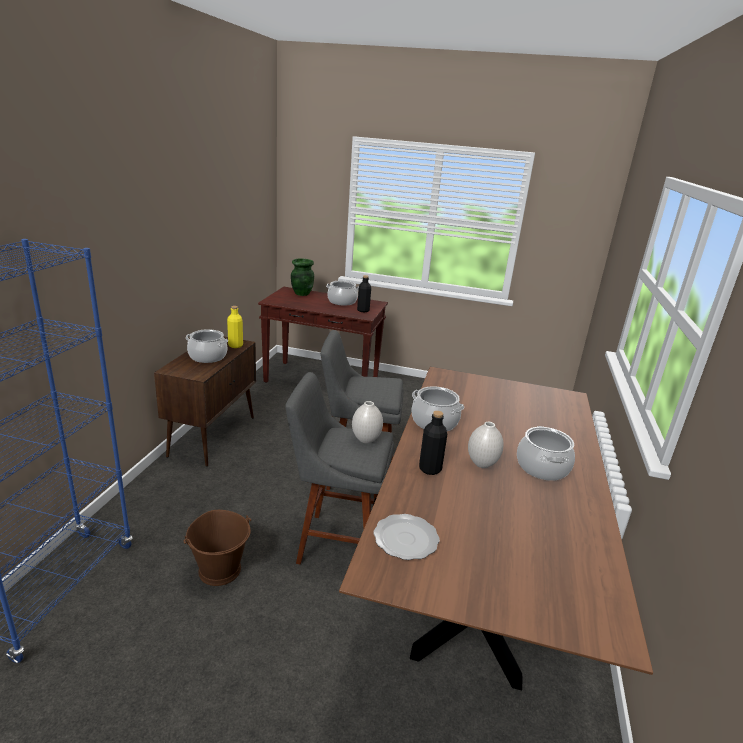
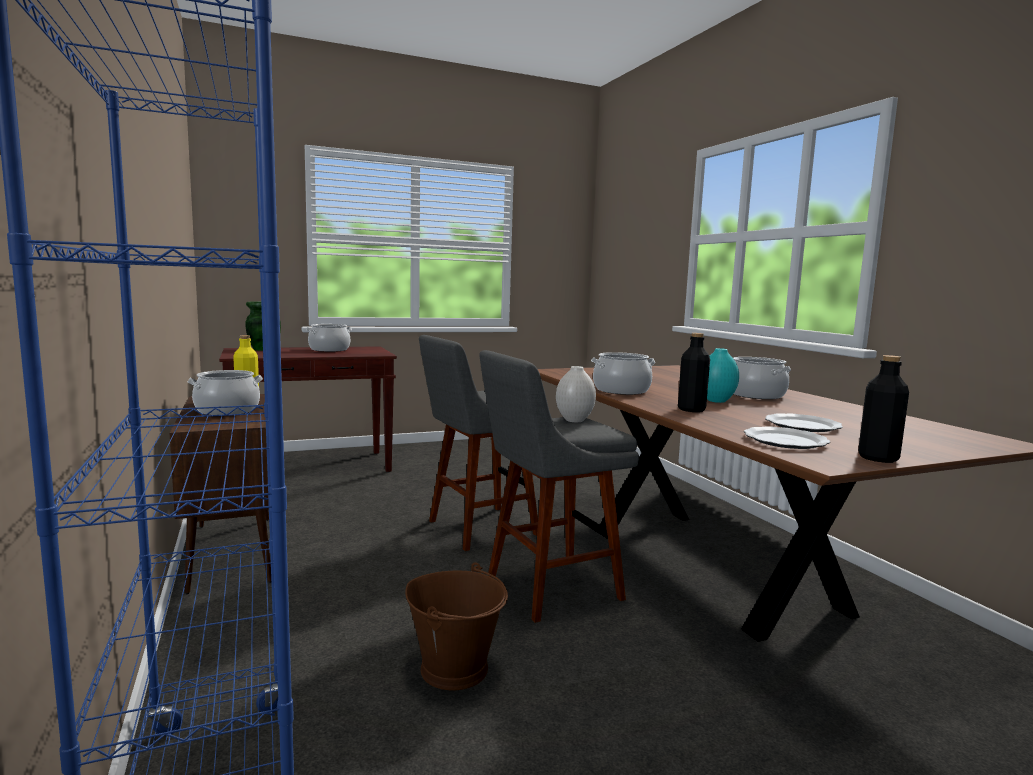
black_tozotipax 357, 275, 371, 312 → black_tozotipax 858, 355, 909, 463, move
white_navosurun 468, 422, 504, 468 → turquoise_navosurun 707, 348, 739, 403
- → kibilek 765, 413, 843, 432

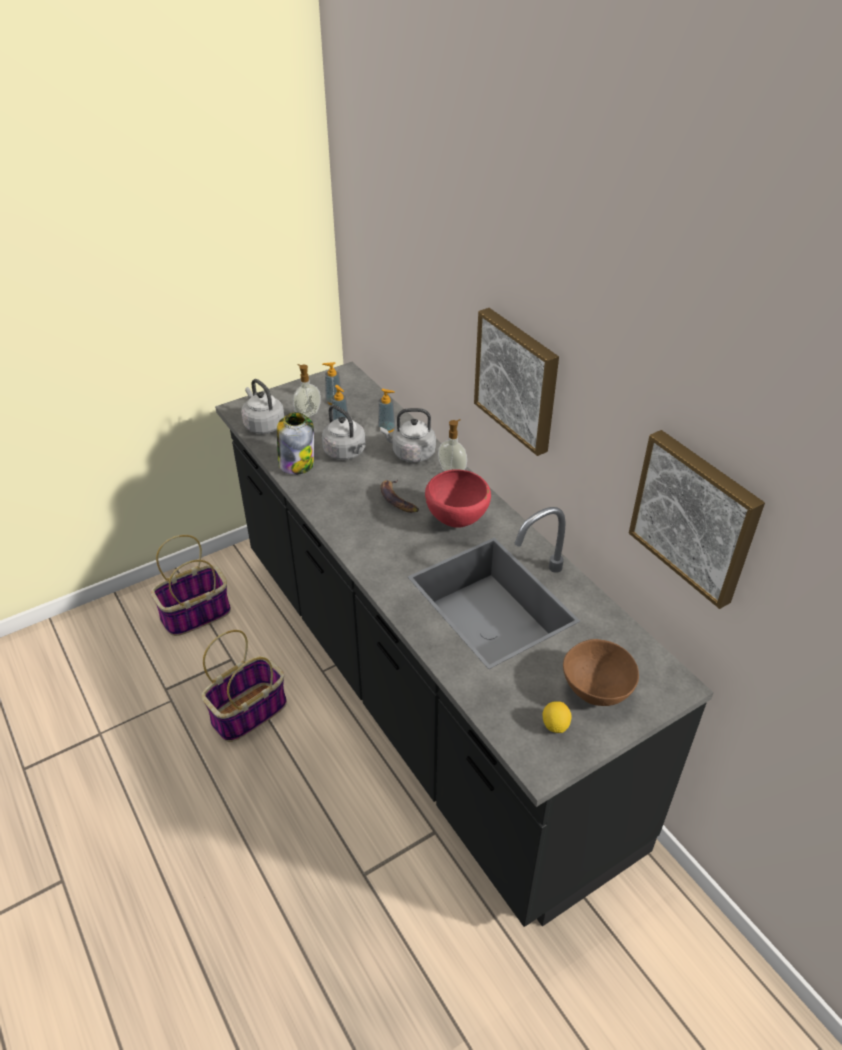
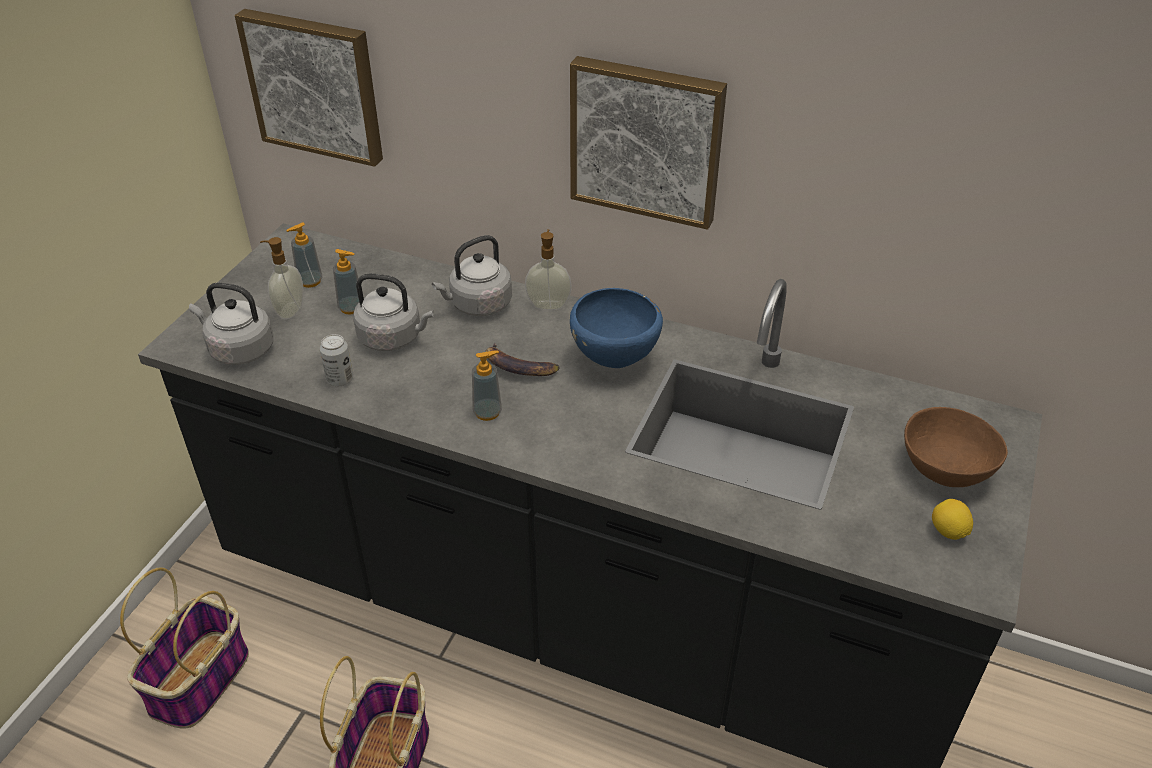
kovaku 378, 389, 396, 433 → kovaku 472, 351, 502, 421, move
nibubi 277, 412, 314, 475 → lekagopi 320, 334, 353, 386
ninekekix 629, 430, 765, 609 → ninekekix 235, 9, 383, 167, move
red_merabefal 425, 469, 491, 528 → blue_merabefal 570, 288, 663, 368

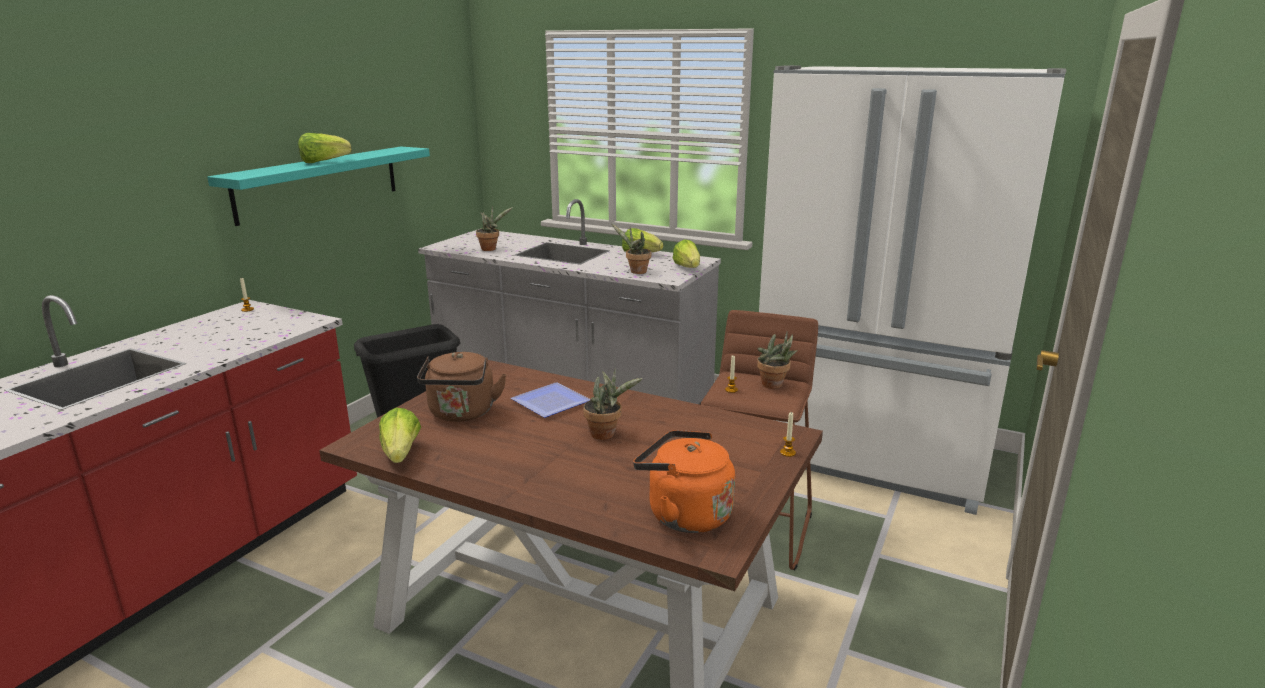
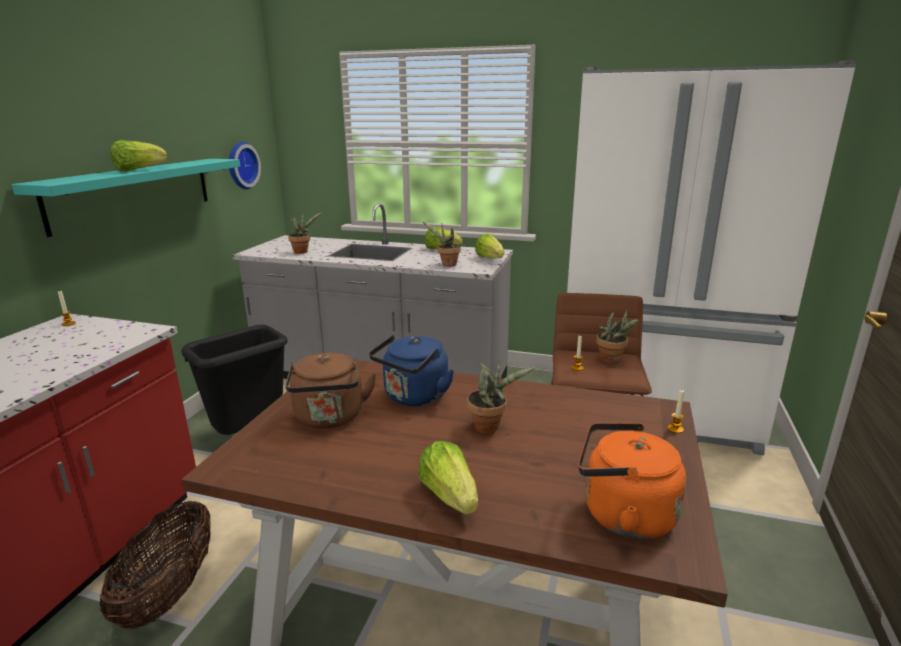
kibilek 511, 382, 591, 418 → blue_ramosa 369, 335, 454, 406
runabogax 379, 408, 421, 463 → runabogax 418, 441, 478, 514, move
- → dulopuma 229, 142, 261, 189
- → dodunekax 100, 501, 211, 629

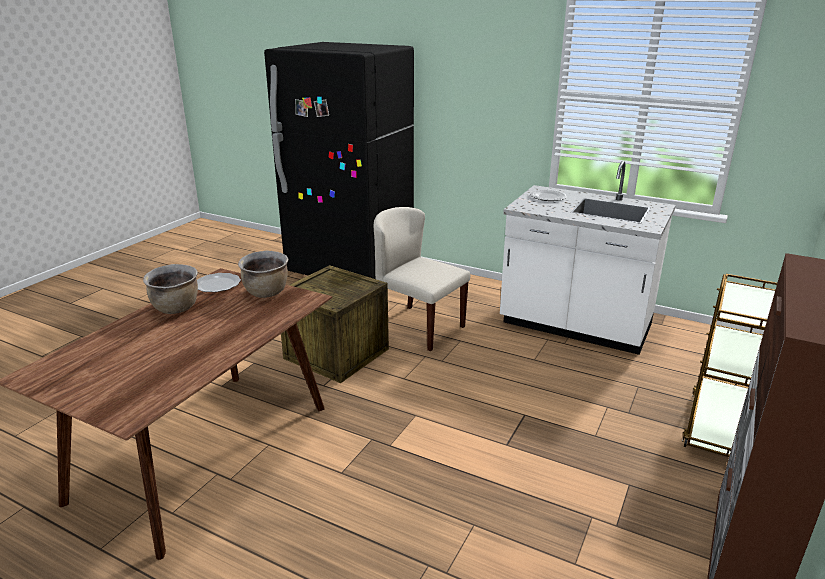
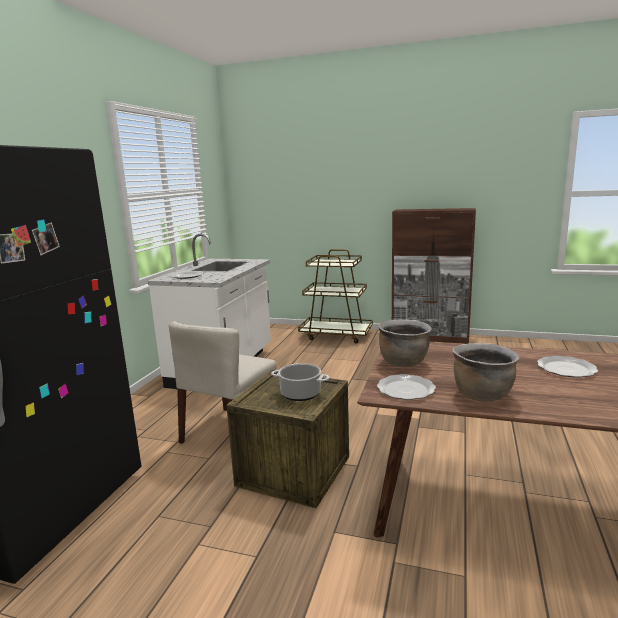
- → kibilek 537, 356, 598, 377
- → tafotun 271, 363, 330, 401

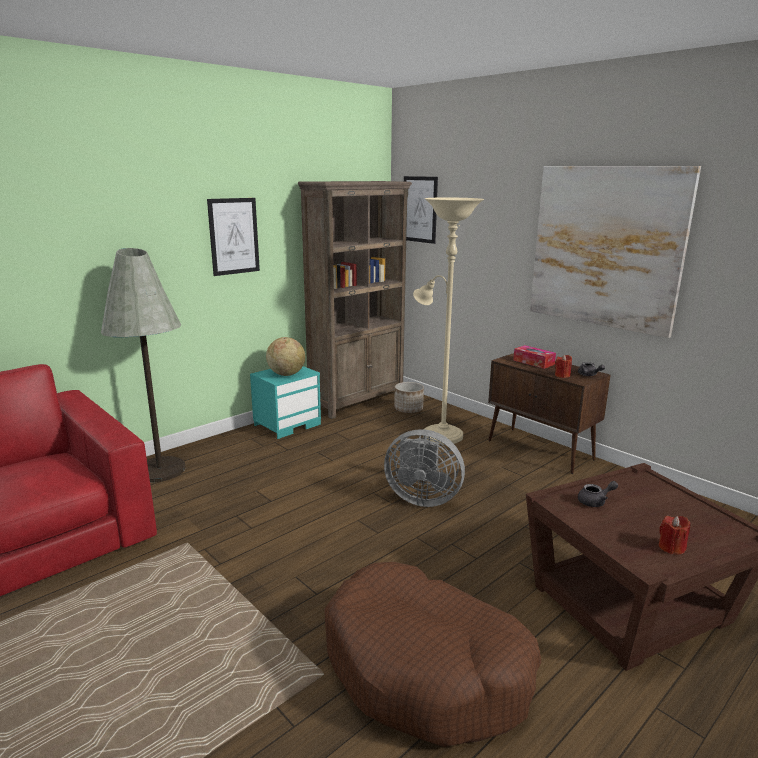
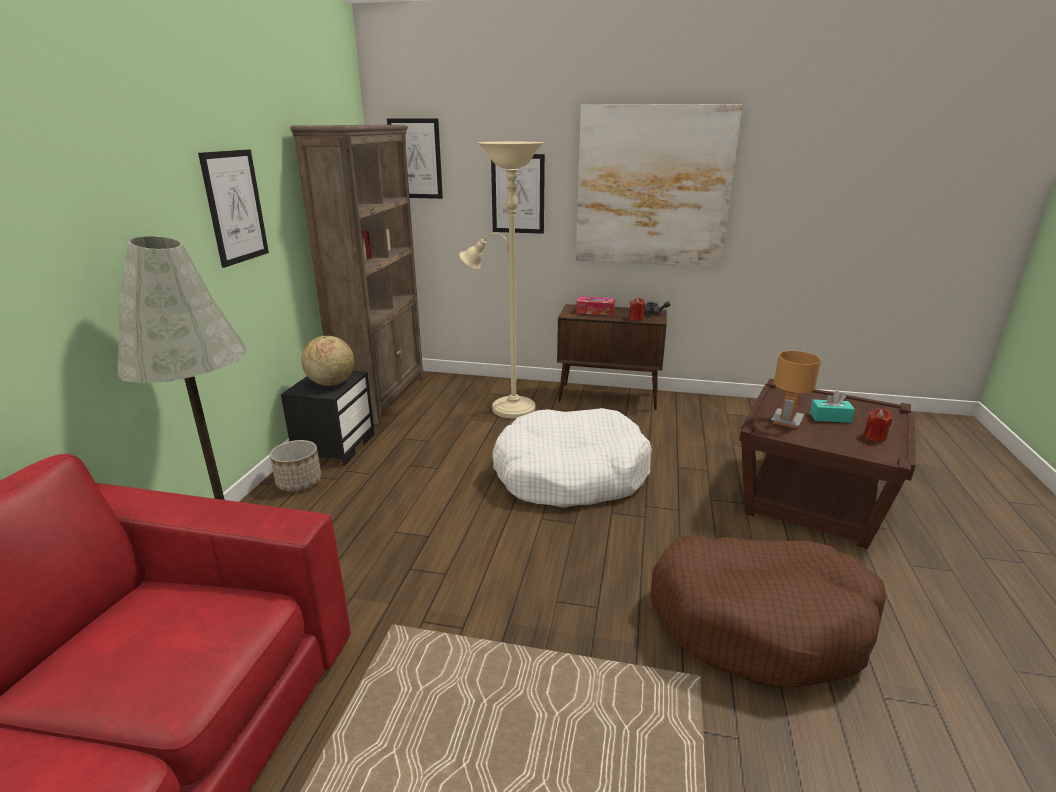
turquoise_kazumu 250, 366, 321, 439 → black_kazumu 281, 371, 374, 466
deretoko 394, 382, 424, 413 → deretoko 270, 440, 321, 492, move
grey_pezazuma 384, 429, 465, 507 → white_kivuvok 492, 408, 652, 508
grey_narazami 578, 481, 618, 507 → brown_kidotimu 771, 351, 821, 428
- → ninekekix 491, 154, 545, 234
- → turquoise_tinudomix 810, 391, 855, 423

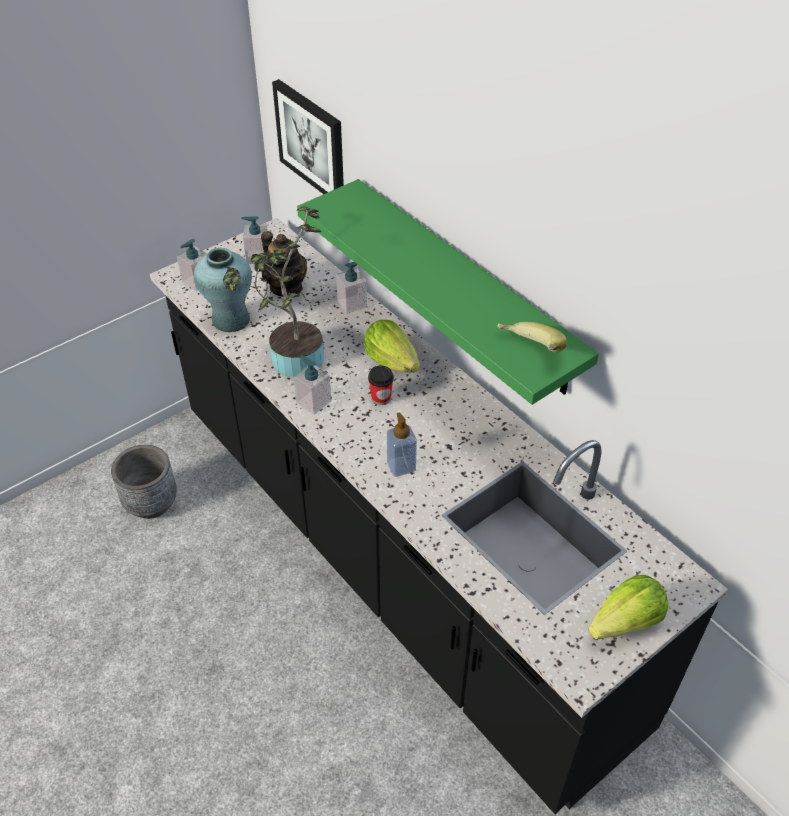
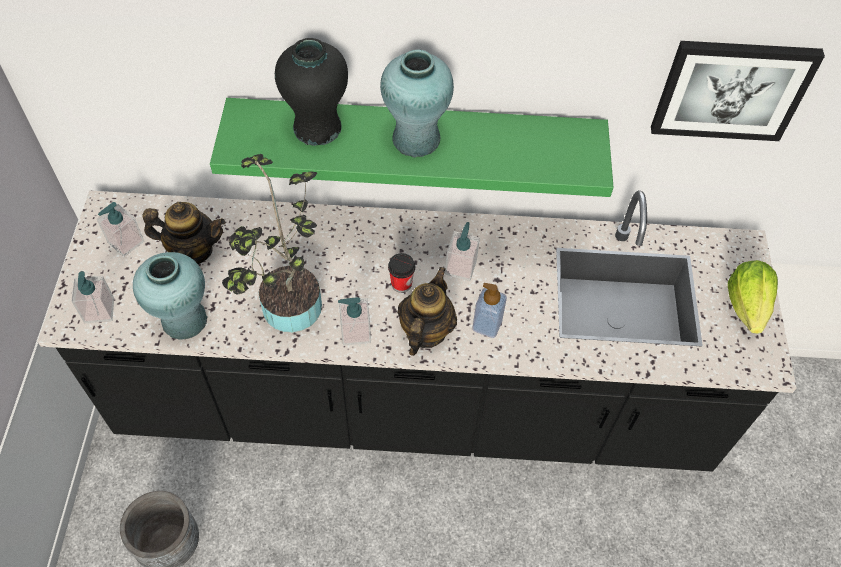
ninekekix 272, 79, 344, 194 → ninekekix 651, 41, 825, 141, move
kovaku 336, 262, 367, 314 → kovaku 445, 222, 480, 281, move
runabogax 364, 320, 420, 373 → -
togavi 497, 322, 567, 352 → -
- → black_navosurun 275, 38, 348, 146
- → turquoise_navosurun 380, 49, 454, 158
- → narazami 397, 267, 457, 356

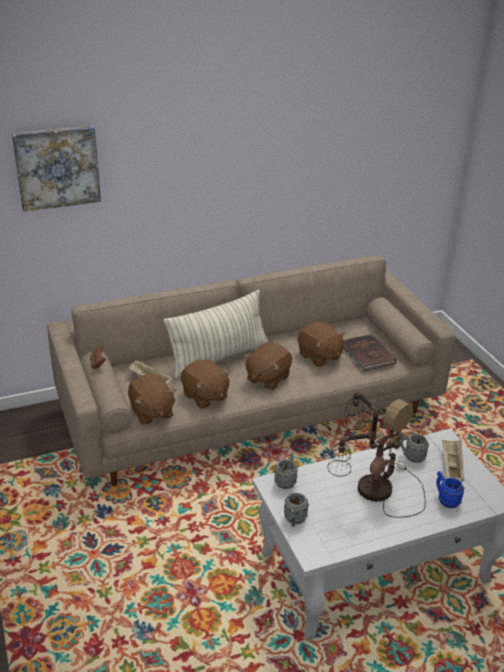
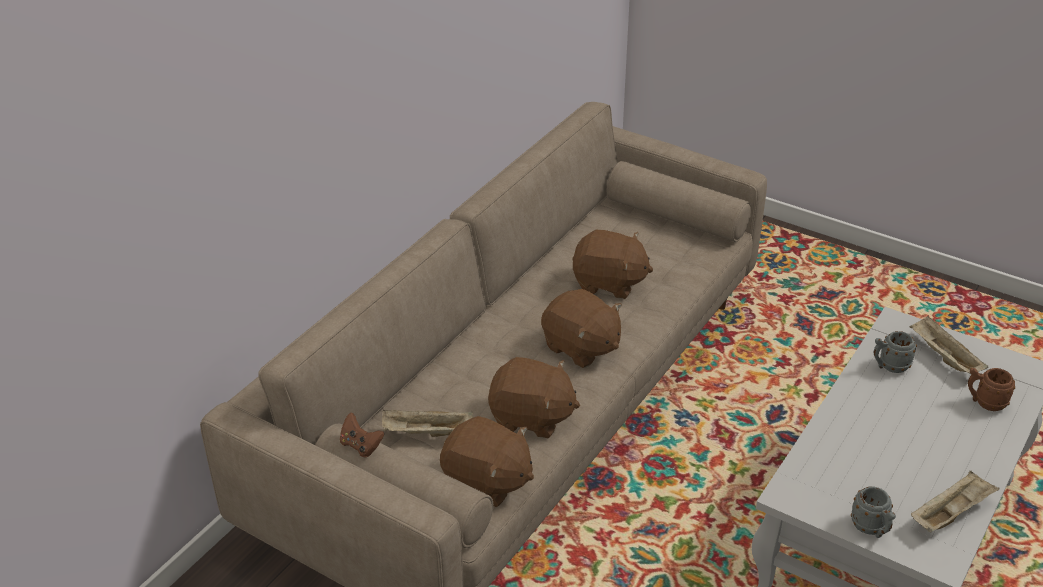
ninekekix 12, 125, 101, 212 → -
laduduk 164, 290, 269, 379 → -
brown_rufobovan 343, 334, 396, 371 → -
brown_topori 244, 343, 292, 390 → brown_topori 541, 289, 622, 368, 45 degrees counterclockwise
kidotimu 327, 391, 426, 518 → -
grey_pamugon 274, 451, 298, 489 → -
blue_pamugon 436, 471, 464, 508 → brown_pamugon 968, 368, 1015, 411
- → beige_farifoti 911, 471, 1000, 532

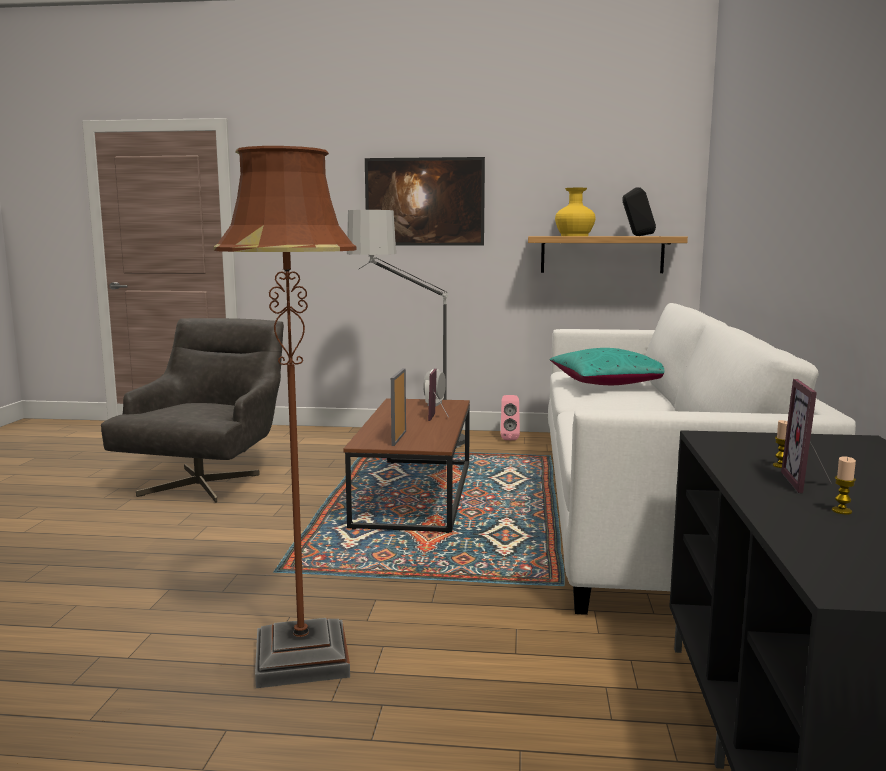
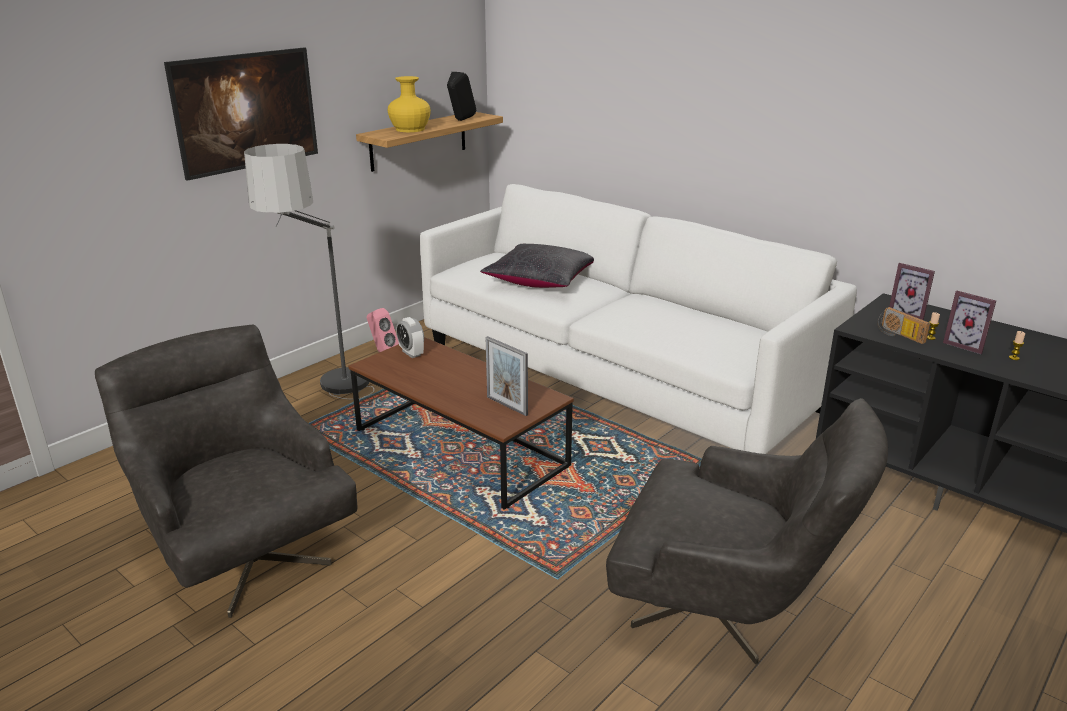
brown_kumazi 214, 146, 357, 688 → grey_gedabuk 606, 398, 888, 665
turquoise_laduduk 549, 348, 664, 385 → black_laduduk 480, 244, 594, 288
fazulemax 428, 369, 449, 421 → fazulemax 889, 263, 935, 320, move
- → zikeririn 877, 307, 930, 344

